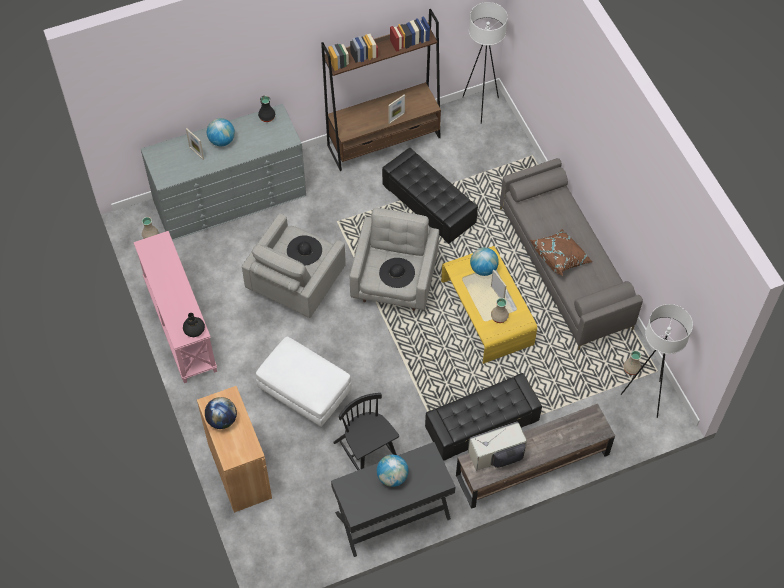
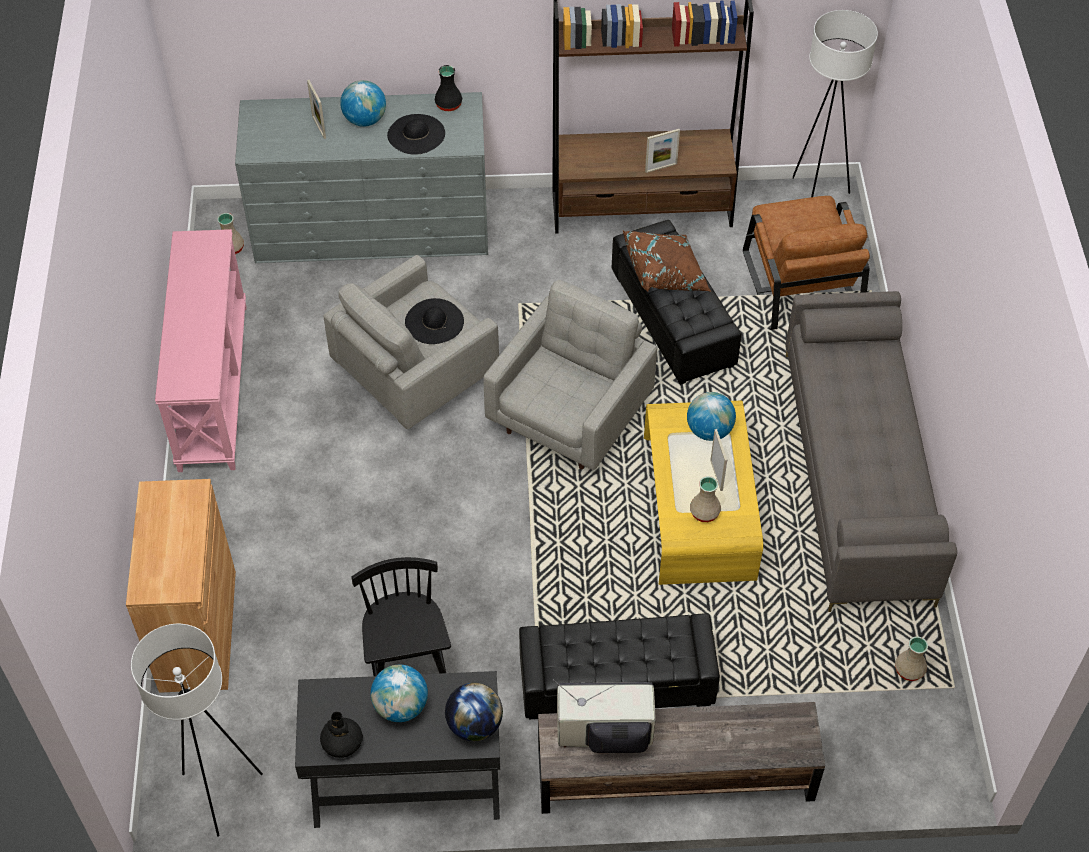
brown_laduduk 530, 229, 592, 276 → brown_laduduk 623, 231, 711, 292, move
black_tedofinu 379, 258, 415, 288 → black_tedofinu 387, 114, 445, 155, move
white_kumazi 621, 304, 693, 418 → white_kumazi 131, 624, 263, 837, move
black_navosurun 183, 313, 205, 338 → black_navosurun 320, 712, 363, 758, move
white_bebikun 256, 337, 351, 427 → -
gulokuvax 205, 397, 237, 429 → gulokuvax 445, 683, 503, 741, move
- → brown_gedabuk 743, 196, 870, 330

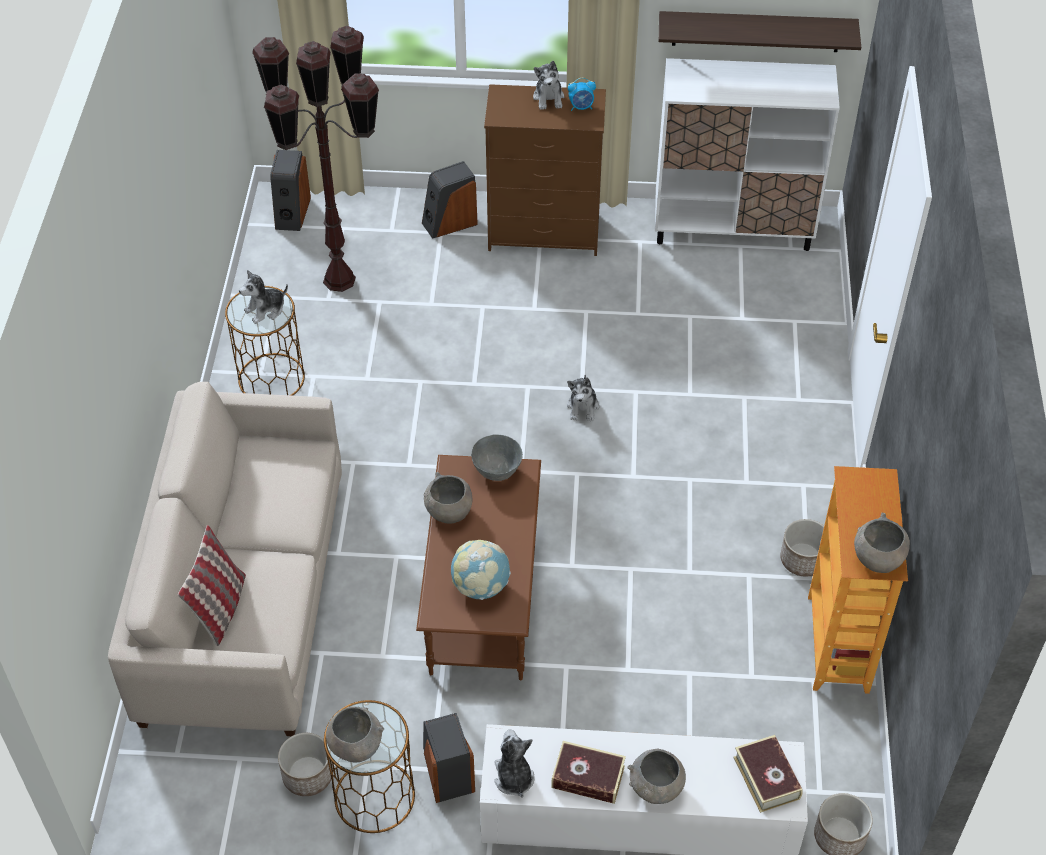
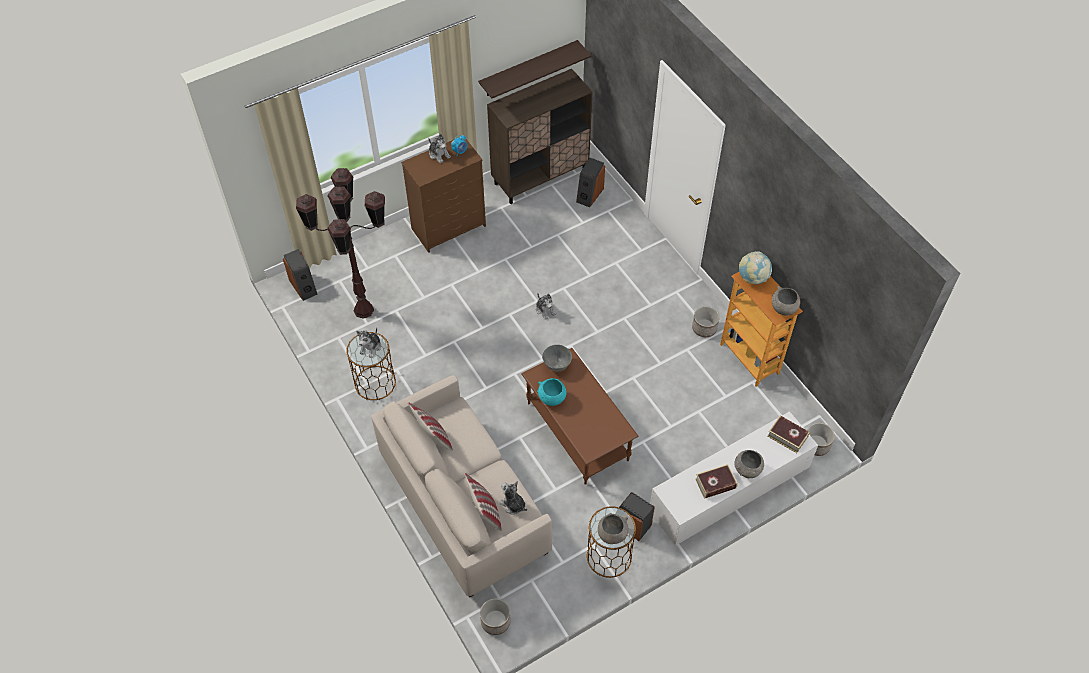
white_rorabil 655, 58, 840, 251 → brown_rorabil 487, 69, 593, 204
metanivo 422, 161, 478, 239 → metanivo 576, 158, 605, 208, move
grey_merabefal 424, 472, 473, 523 → turquoise_merabefal 537, 378, 566, 406
gulokuvax 451, 540, 511, 600 → gulokuvax 739, 251, 772, 284, move
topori 494, 729, 534, 798 → topori 499, 481, 527, 515, move
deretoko 278, 733, 332, 796 → deretoko 480, 598, 510, 635, move
- → laduduk 408, 402, 453, 451

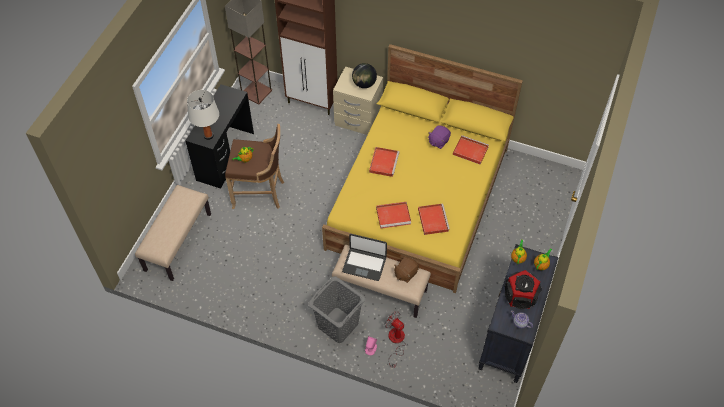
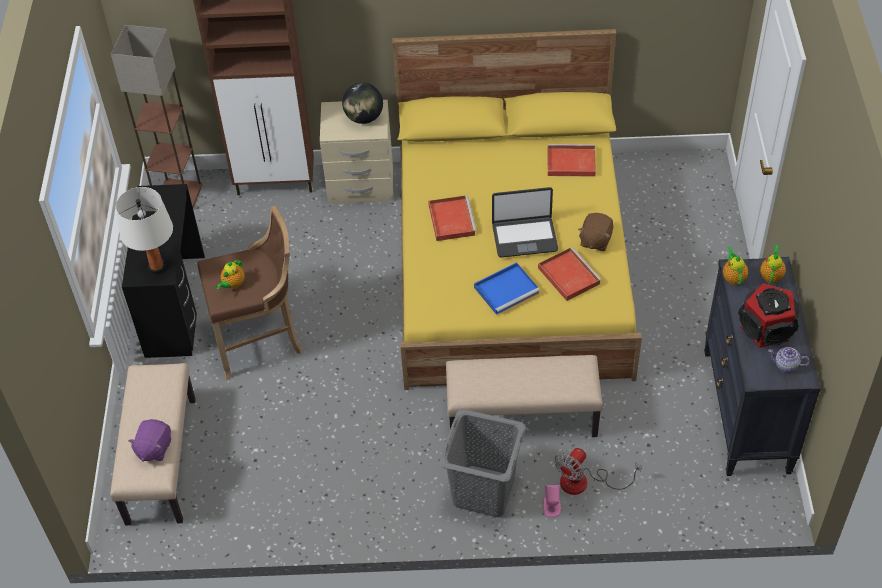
purple_topori 428, 125, 451, 149 → purple_topori 128, 419, 171, 462, move
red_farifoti 376, 202, 411, 229 → blue_farifoti 474, 262, 540, 315
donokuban 342, 234, 387, 281 → donokuban 492, 187, 558, 258, move
brown_topori 394, 257, 419, 283 → brown_topori 578, 213, 614, 251, move
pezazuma 385, 311, 406, 368 → pezazuma 554, 448, 642, 495, 75 degrees counterclockwise

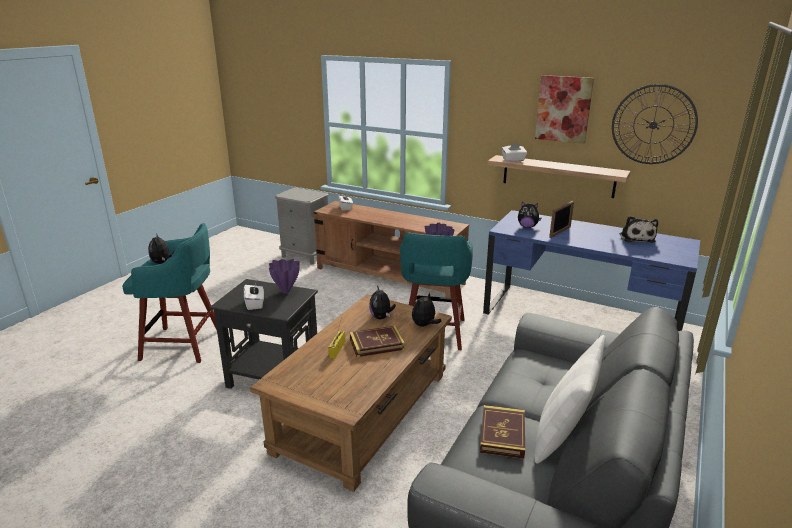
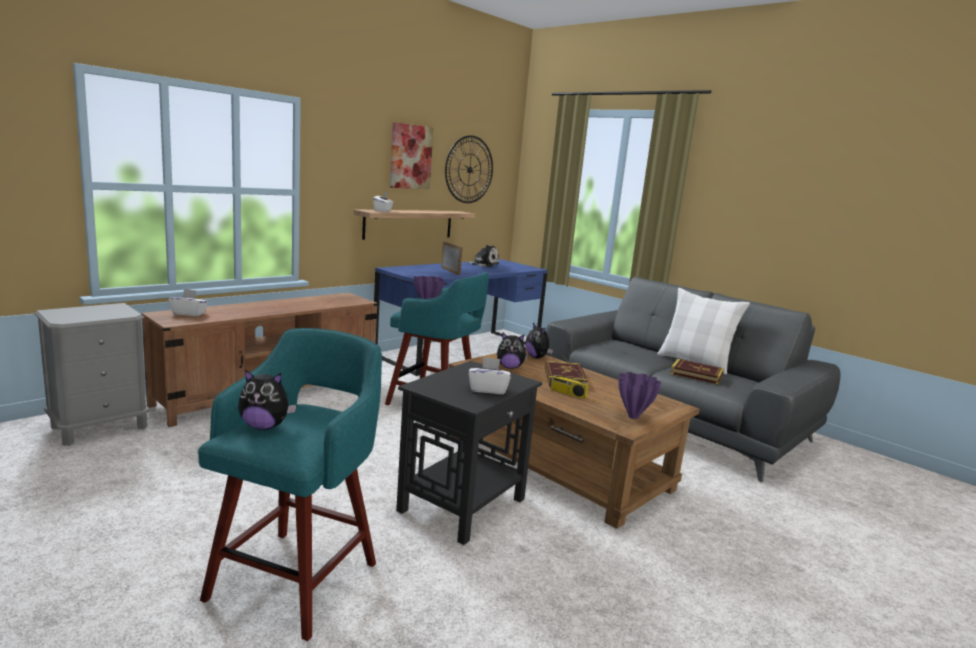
topori 518, 202, 541, 228 → -
purple_navosurun 269, 259, 300, 293 → purple_navosurun 619, 372, 661, 419, move

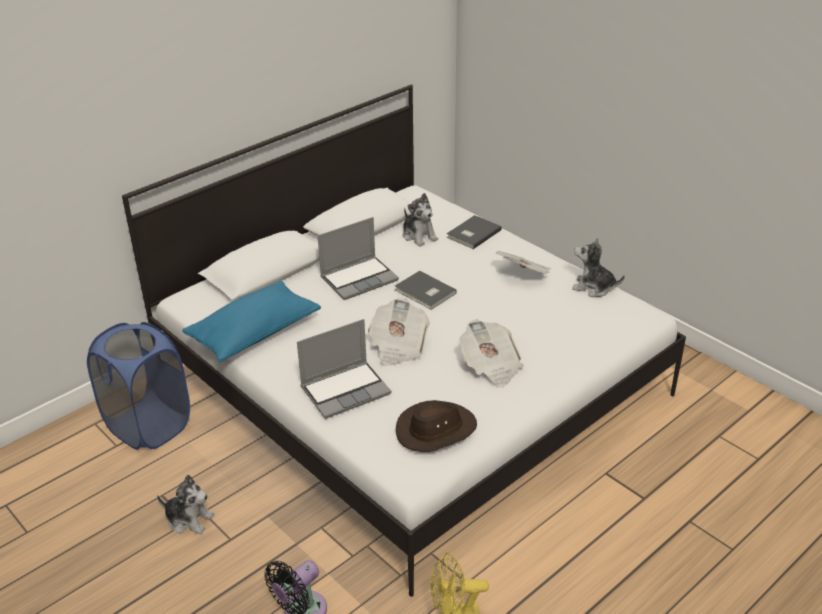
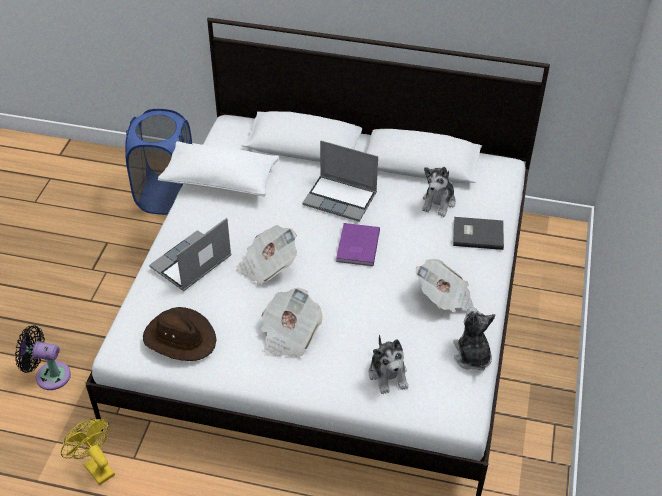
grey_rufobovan 395, 271, 457, 310 → purple_rufobovan 336, 223, 380, 266
blue_laduduk 182, 280, 321, 362 → white_laduduk 158, 141, 279, 197
donokuban 297, 319, 391, 419 → donokuban 149, 218, 232, 291, 105 degrees clockwise
topori 157, 475, 214, 534 → topori 369, 335, 408, 394, move

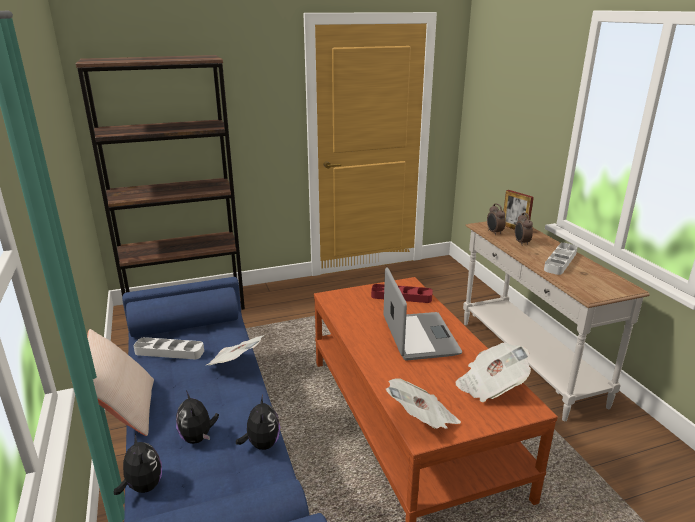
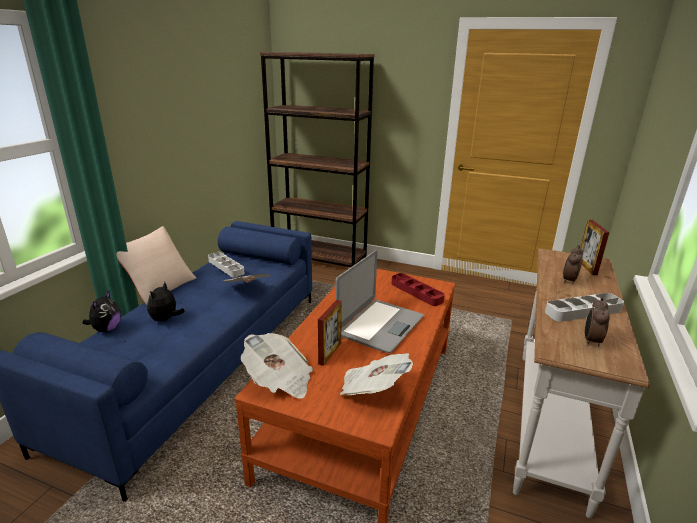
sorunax 487, 203, 506, 235 → sorunax 585, 297, 610, 347, move
topori 236, 395, 280, 450 → -
- → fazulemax 318, 300, 342, 366

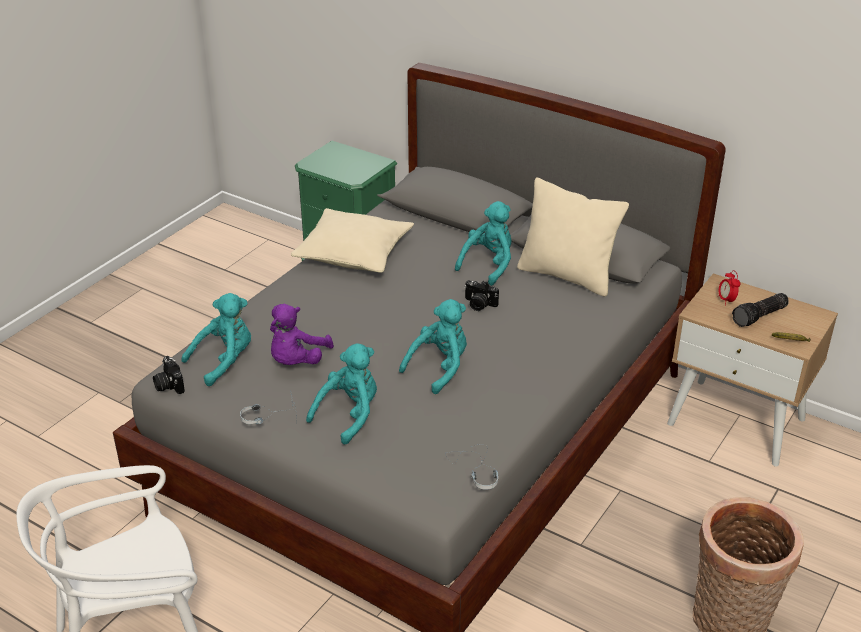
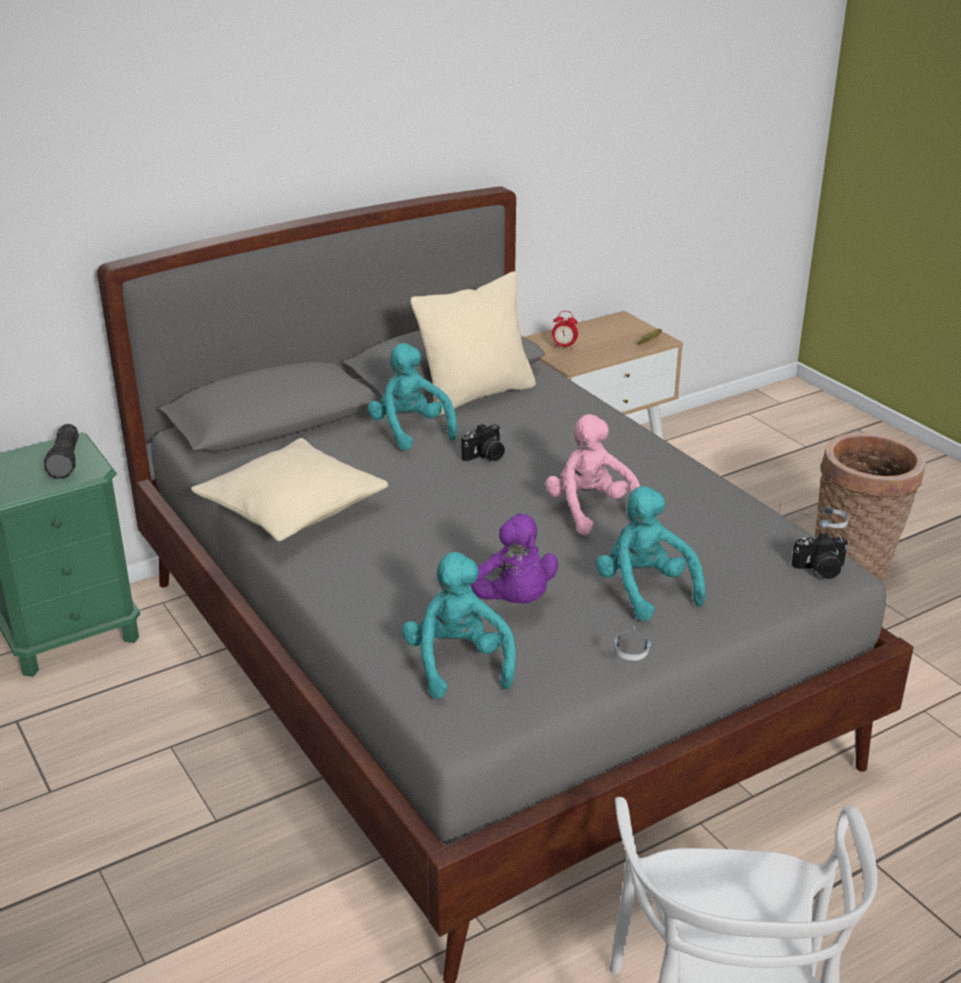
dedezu 732, 293, 789, 327 → dedezu 44, 424, 79, 479, move
turquoise_topori 399, 299, 467, 394 → pink_topori 545, 414, 640, 535
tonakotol 153, 356, 185, 394 → tonakotol 792, 533, 848, 579, move

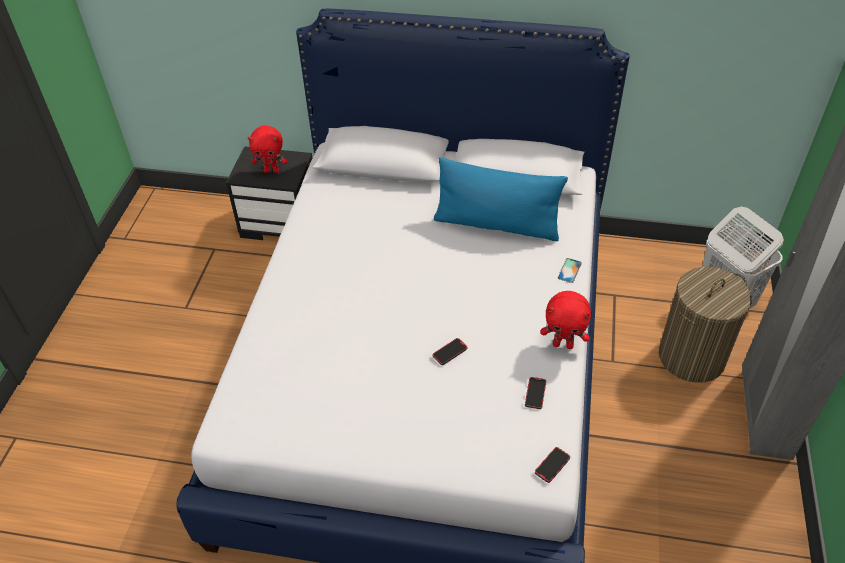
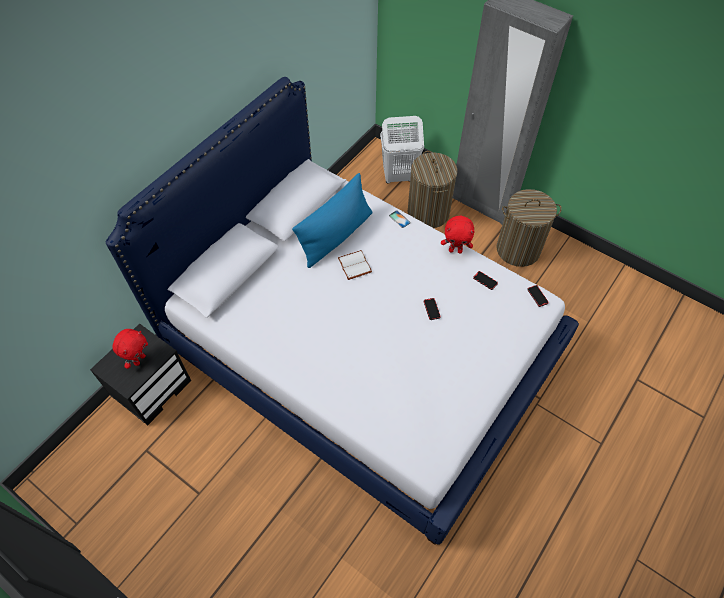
red_topori 540, 291, 591, 349 → red_topori 441, 216, 474, 254, 60 degrees clockwise
- → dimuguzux 497, 189, 562, 267
- → white_rufobovan 338, 250, 372, 280

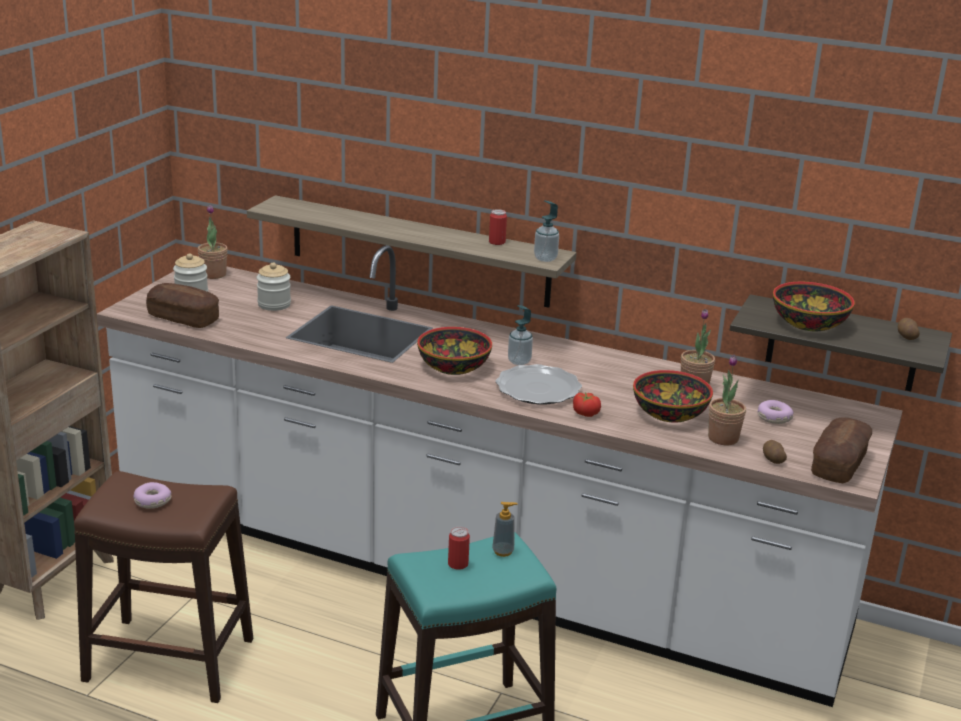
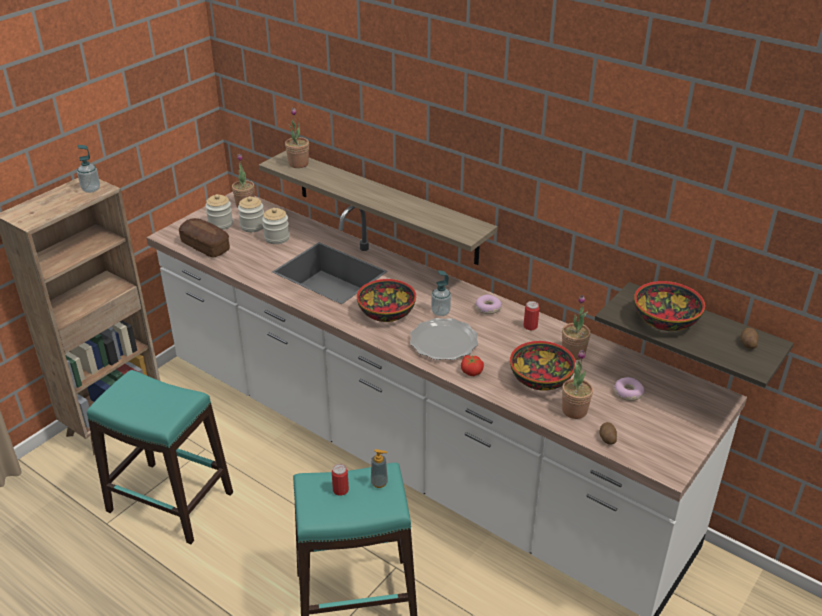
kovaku 534, 200, 559, 262 → kovaku 77, 145, 100, 193, move
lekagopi 489, 209, 507, 245 → lekagopi 523, 301, 540, 330, move
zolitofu 811, 417, 872, 483 → -
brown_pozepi 74, 471, 253, 703 → turquoise_pozepi 87, 370, 233, 544
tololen 133, 482, 172, 509 → tololen 476, 295, 502, 314, move
- → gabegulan 285, 108, 309, 168
- → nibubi 238, 196, 264, 232

